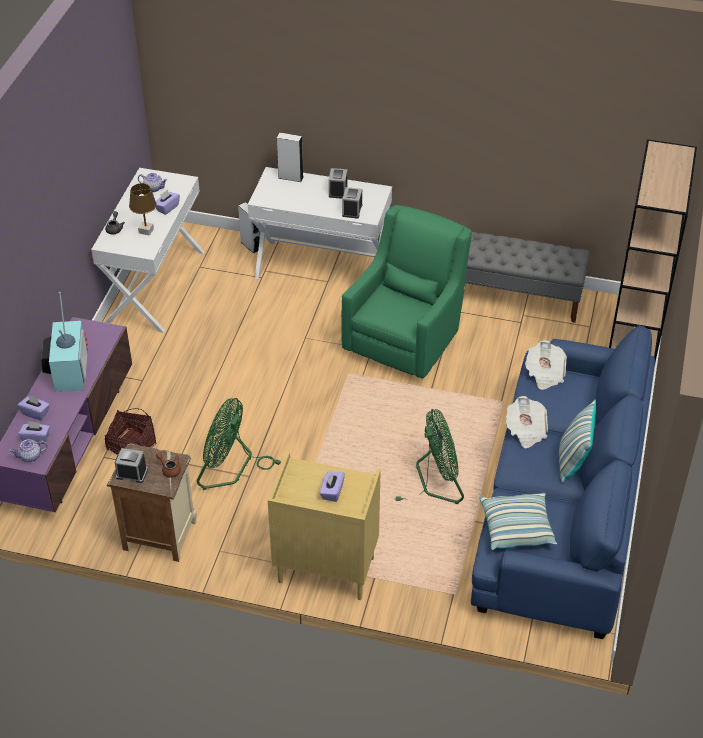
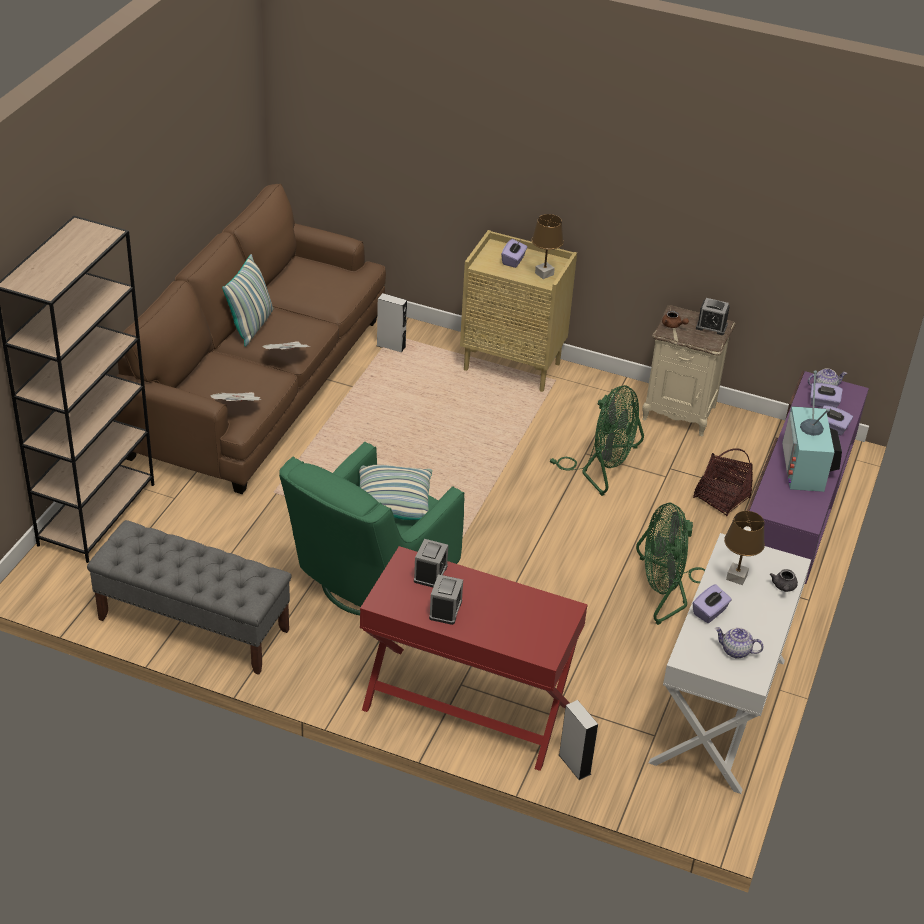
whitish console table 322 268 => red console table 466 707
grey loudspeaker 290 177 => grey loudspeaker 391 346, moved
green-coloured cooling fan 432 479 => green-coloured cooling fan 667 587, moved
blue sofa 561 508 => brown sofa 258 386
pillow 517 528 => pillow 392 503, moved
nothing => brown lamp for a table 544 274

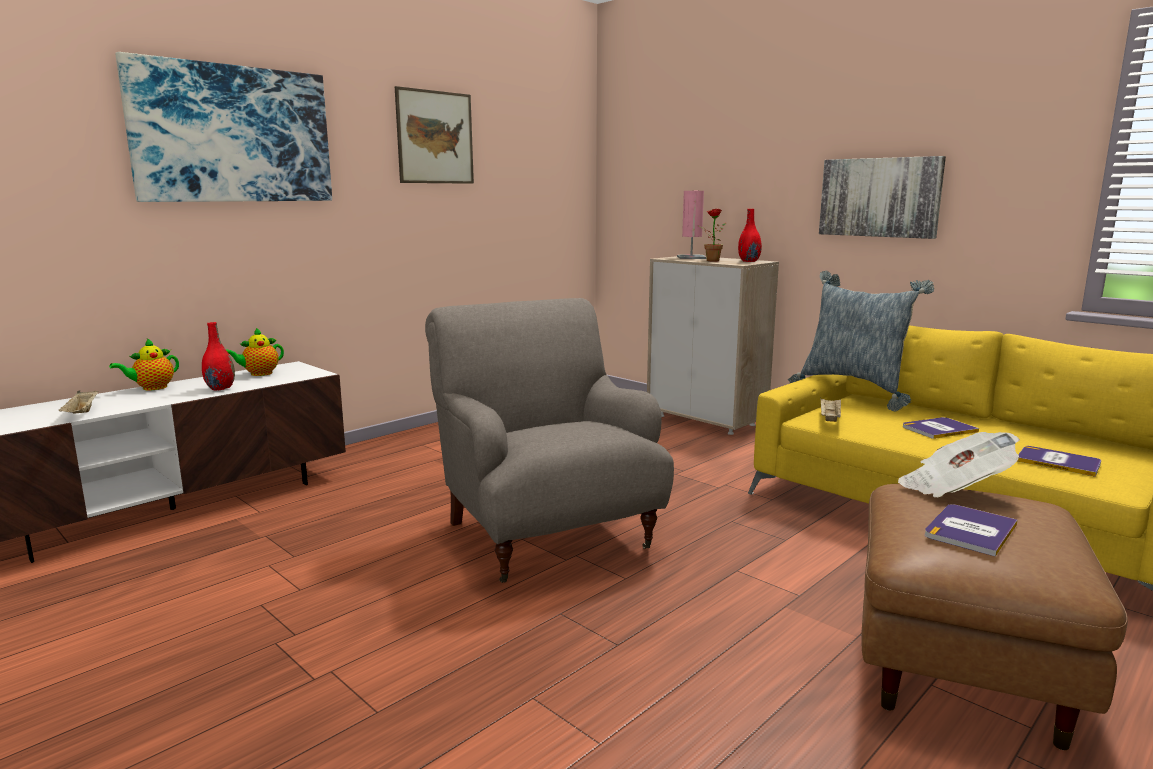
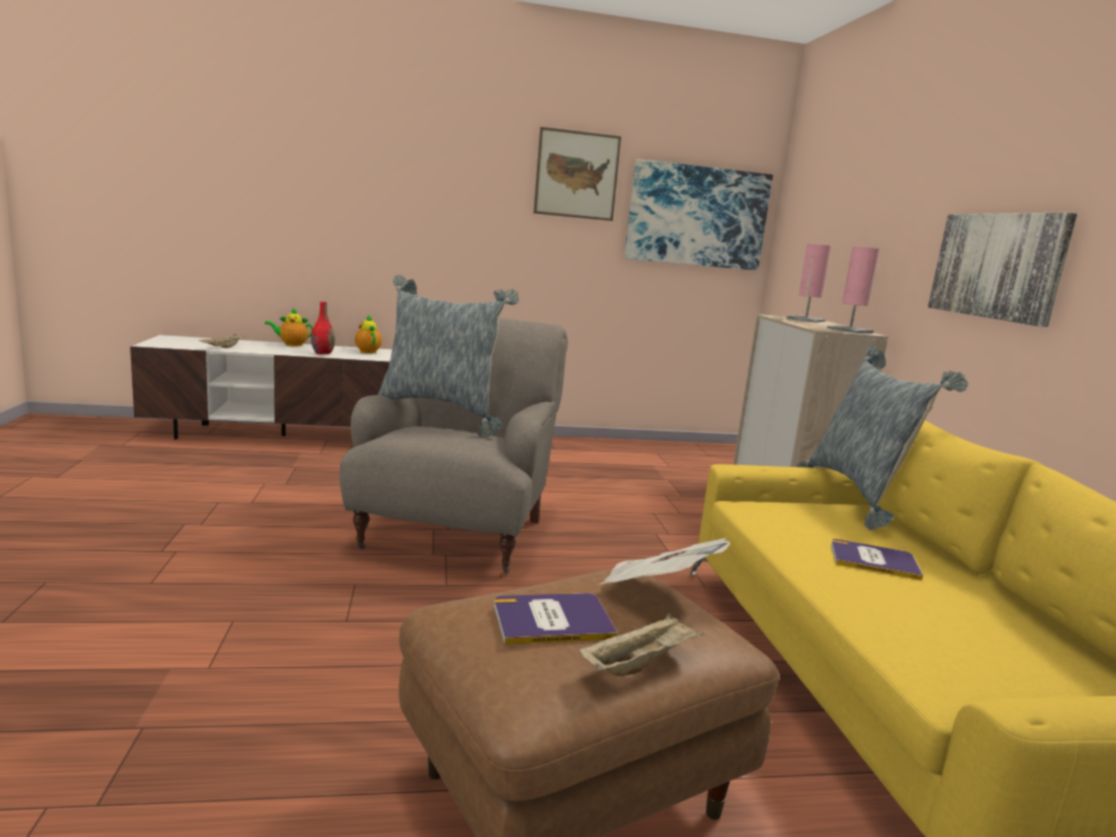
picture 233 134 => picture 697 216, moved
pot for tea 258 374 => pot for tea 367 351, 60 degrees clockwise
plant in a pot 710 260 => nothing
red decorative vase 749 261 => pinkish lamp for a table 850 330
sand-coloured carrying tray 829 418 => sand-coloured carrying tray 639 663, moved
bound book 1058 462 => nothing
nothing => pillow 439 423

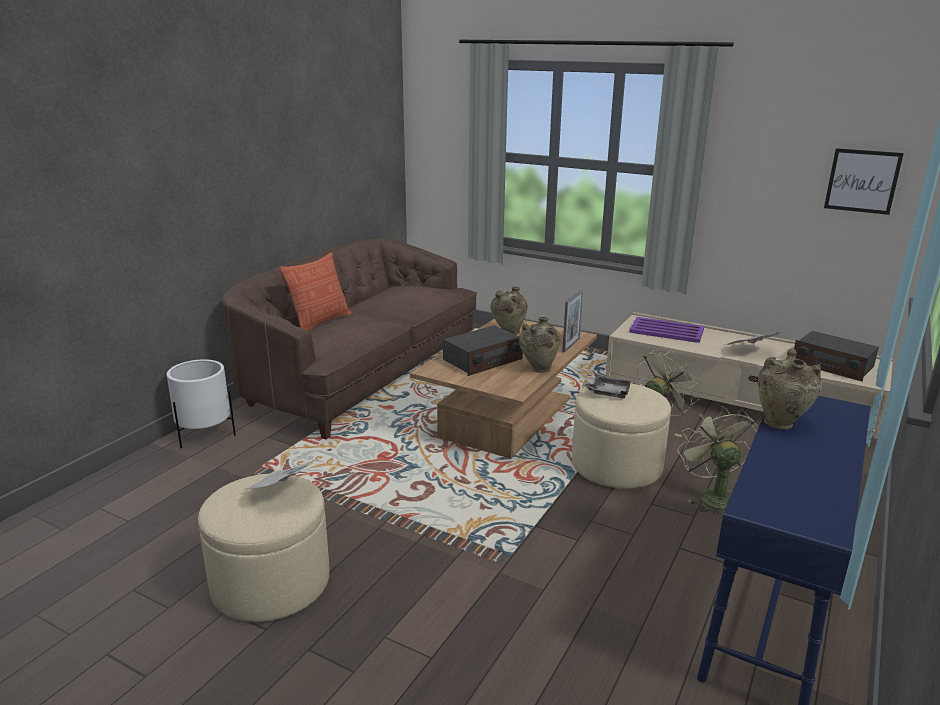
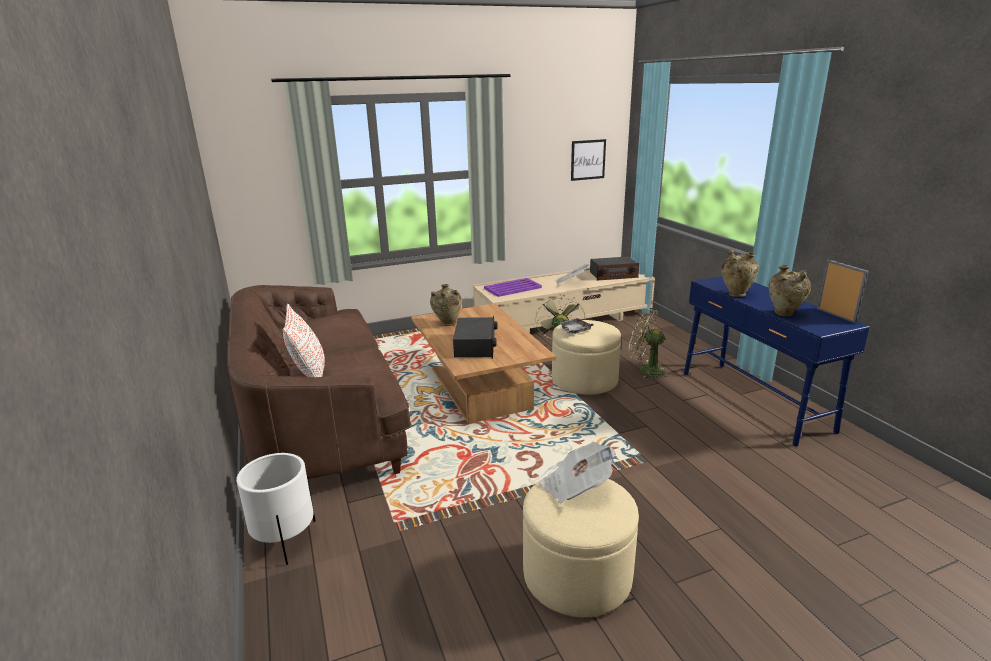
orange-coloured pillow 320 322 => whitish pillow 309 376
sand-coloured decorative vase 538 369 => sand-coloured decorative vase 784 314, moved
standing frame 571 345 => standing frame 836 315, moved

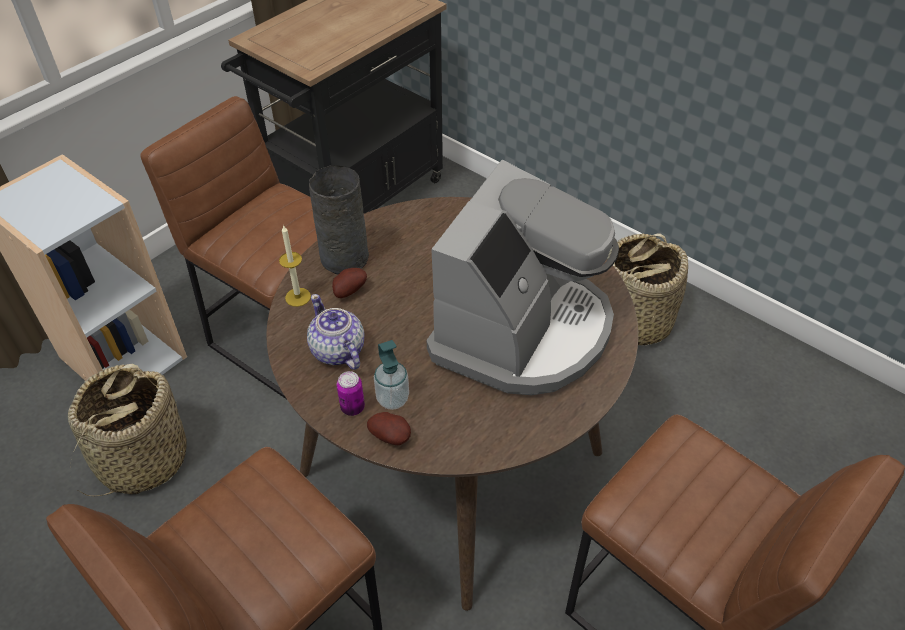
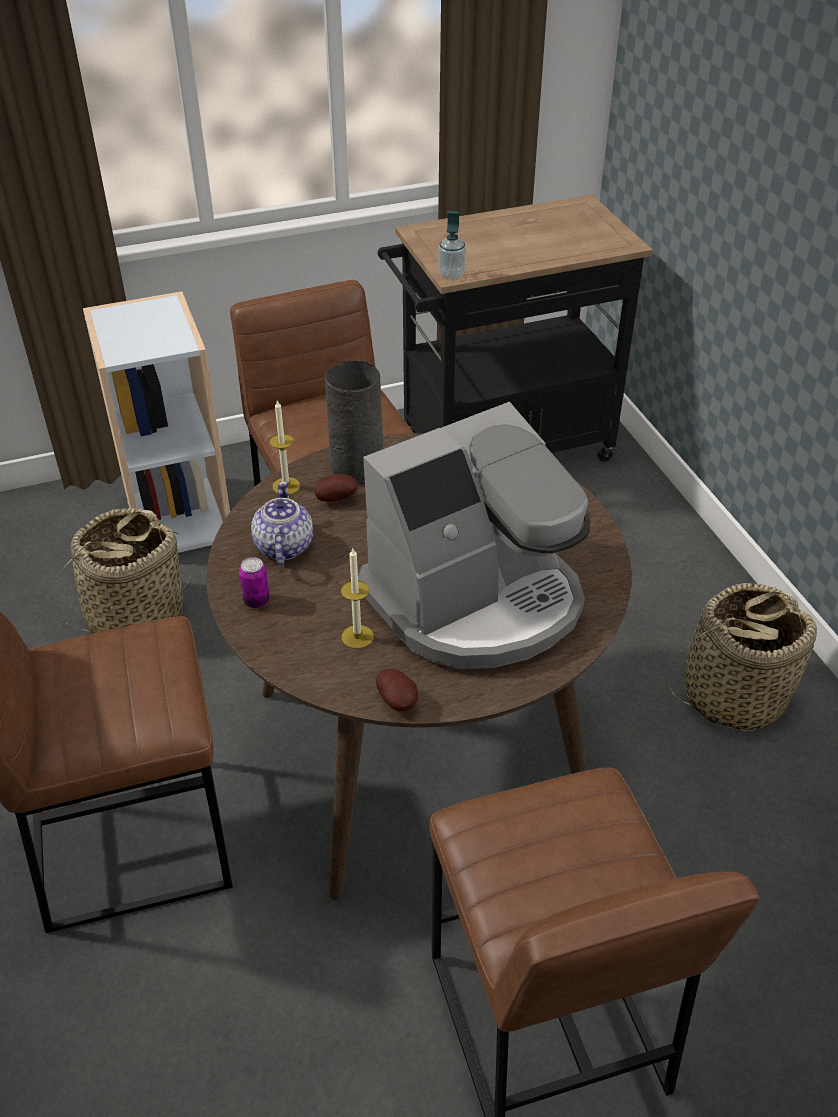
potato 392 436 => potato 399 702, moved
liquid soap bottle 392 399 => liquid soap bottle 451 274, moved
nothing => wax light 357 637

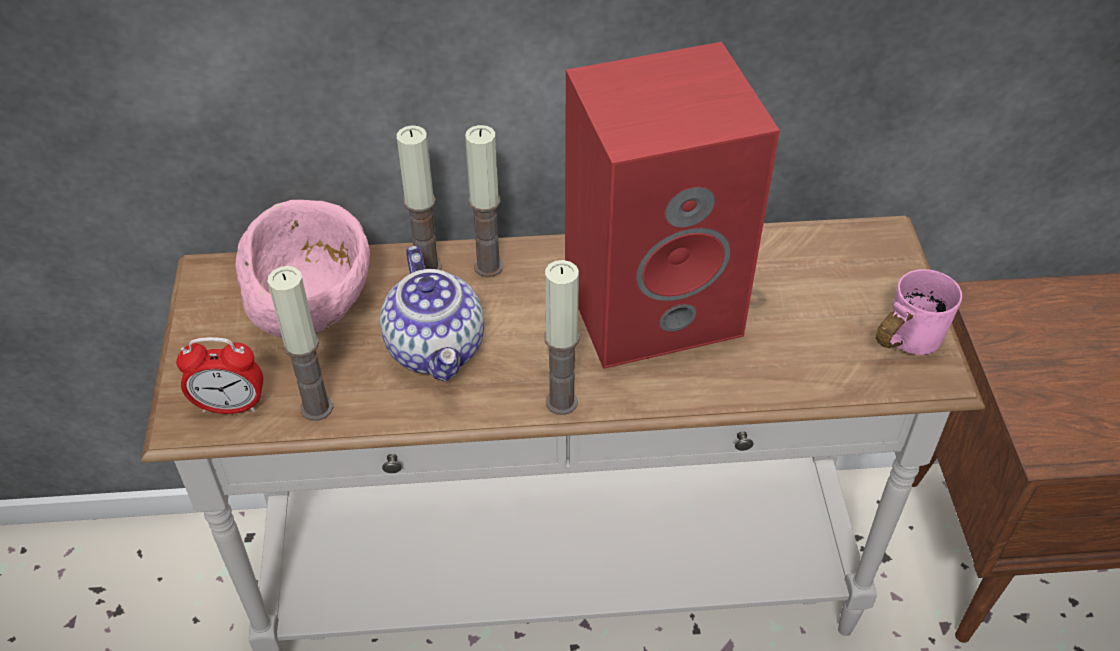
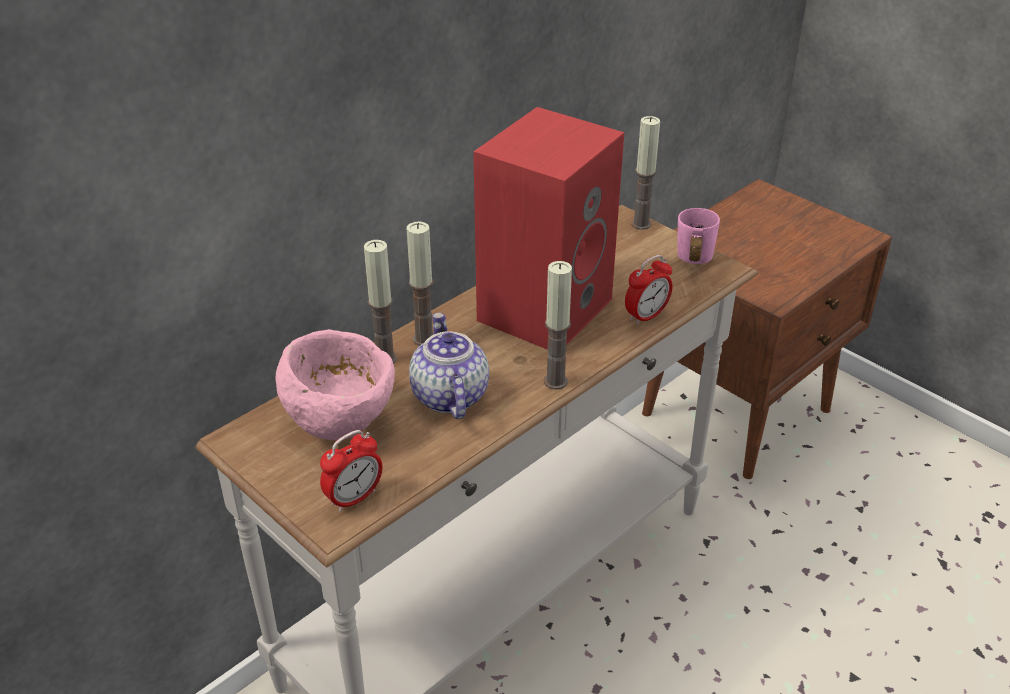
wax light 317 408 => wax light 641 224, moved
pot for tea 437 348 => pot for tea 448 395, 135 degrees counterclockwise
nothing => table clock 646 316

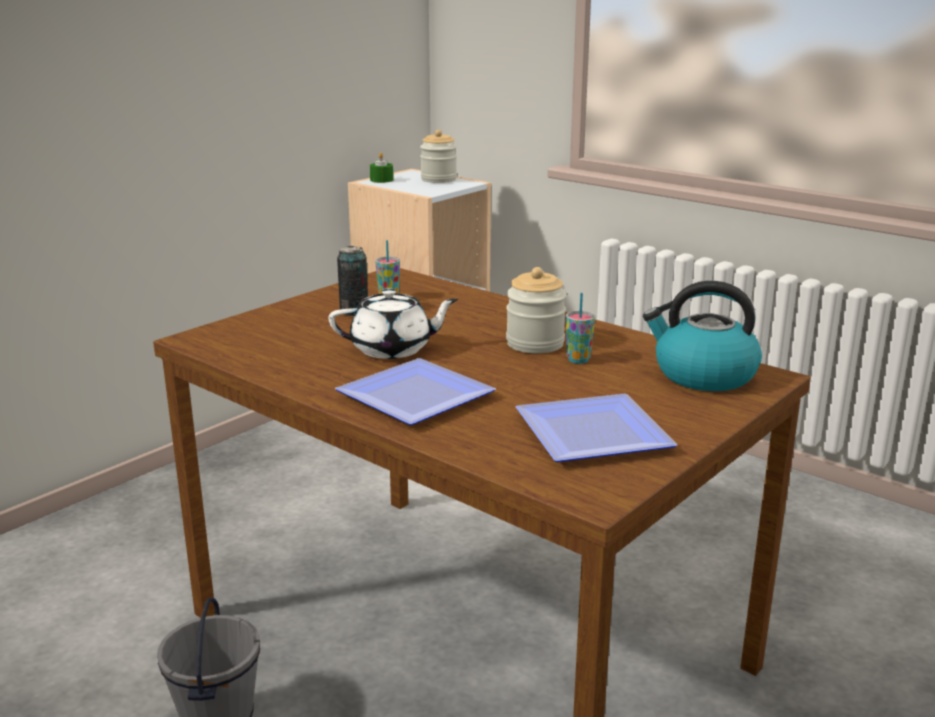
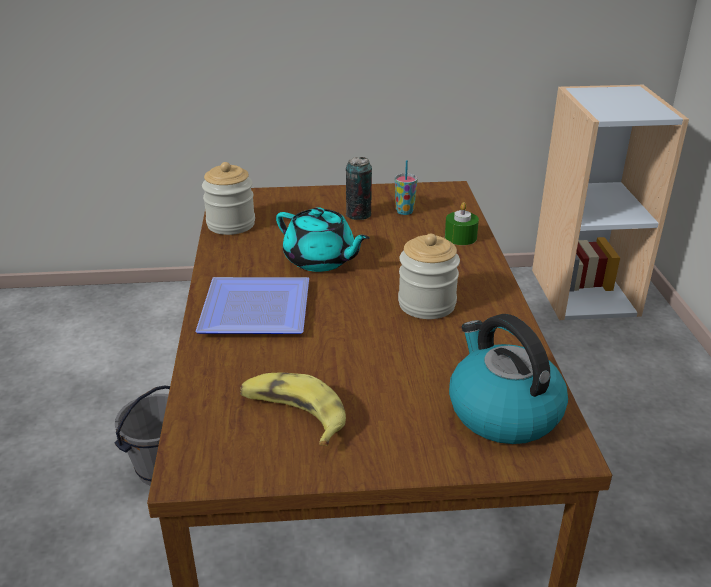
whitish pot for tea 393 349 => turquoise pot for tea 320 260
green-coloured wax light 381 180 => green-coloured wax light 460 237, moved
preserve jar 438 179 => preserve jar 231 224, moved
dinner plate 590 436 => whole banana 293 415
cup 578 360 => nothing

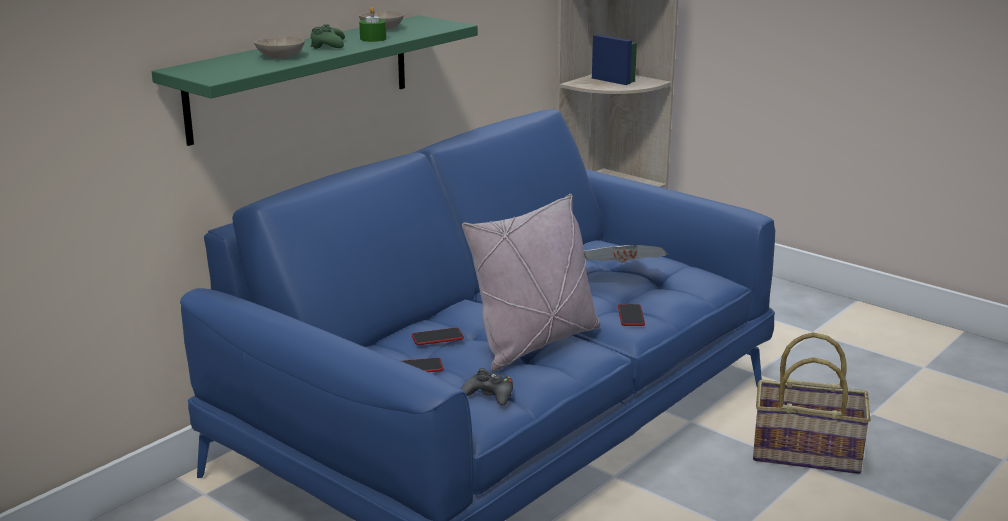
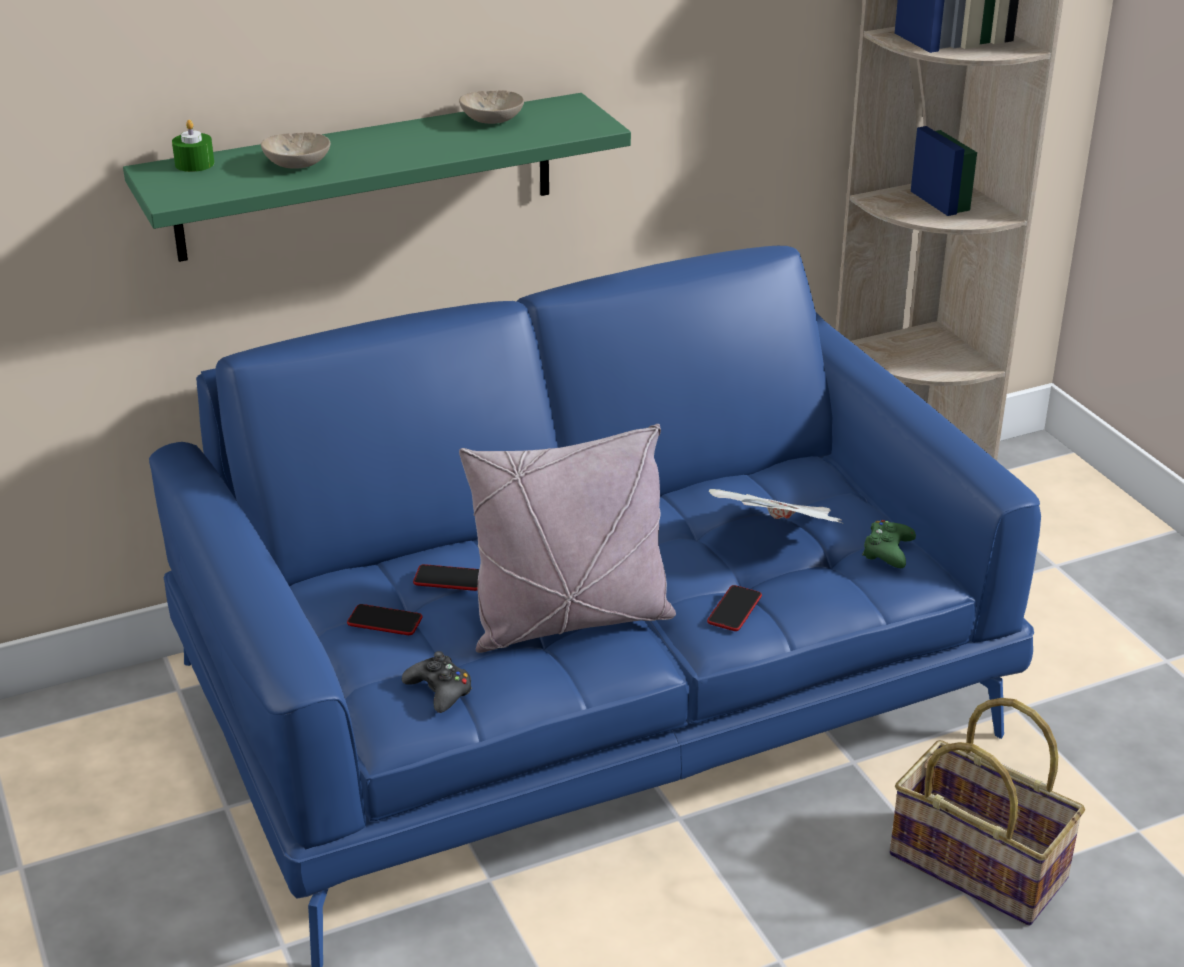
green-coloured gamepad 327 45 => green-coloured gamepad 887 551, moved
green-coloured wax light 373 38 => green-coloured wax light 194 164, moved

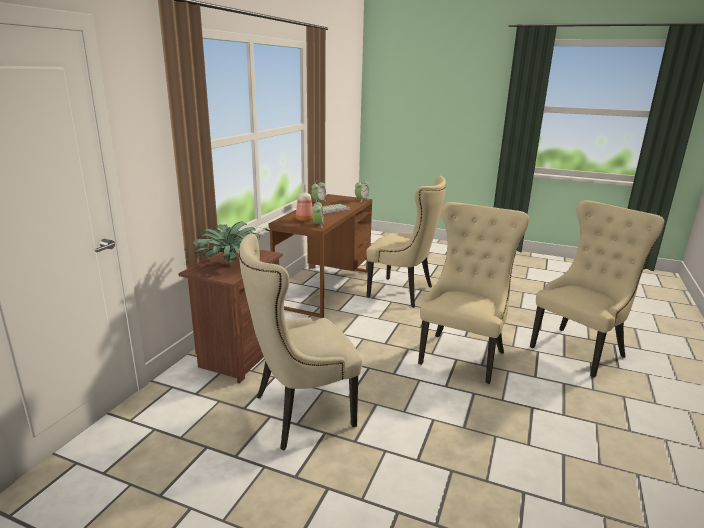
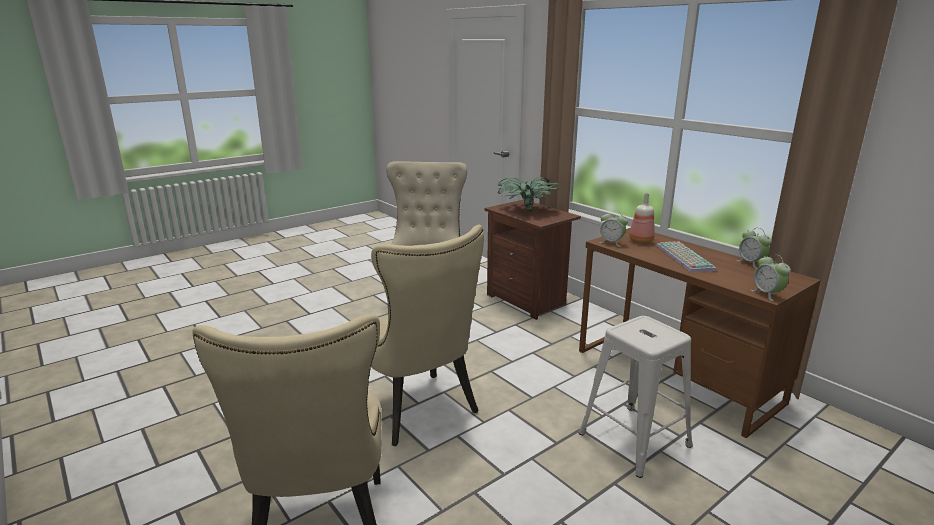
sand-coloured plain chair 402 292 => whitish stool seat 634 439

